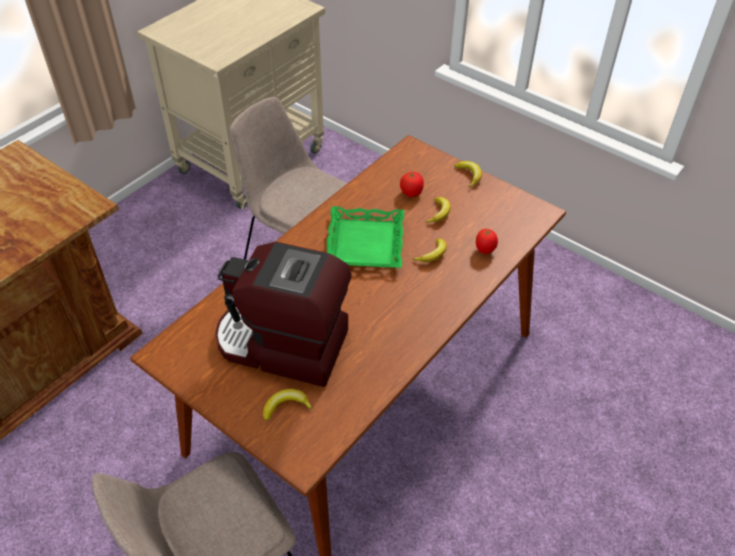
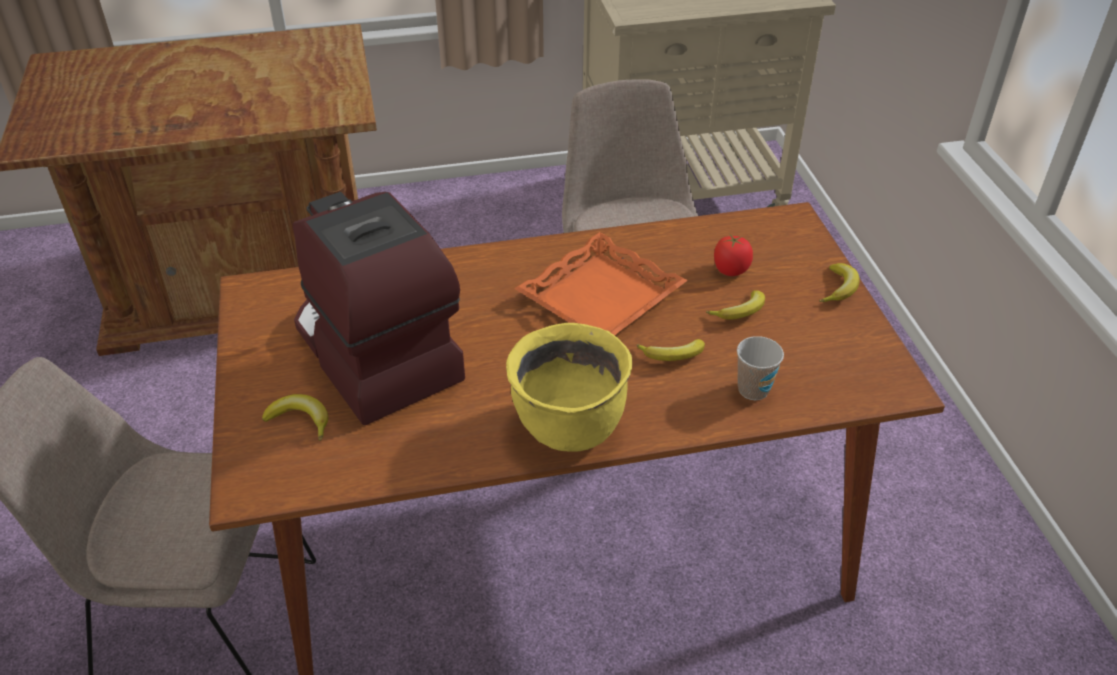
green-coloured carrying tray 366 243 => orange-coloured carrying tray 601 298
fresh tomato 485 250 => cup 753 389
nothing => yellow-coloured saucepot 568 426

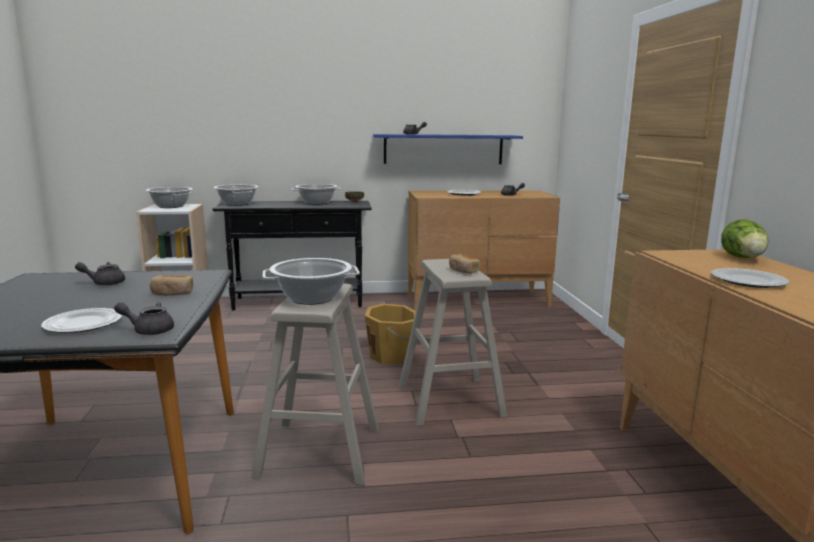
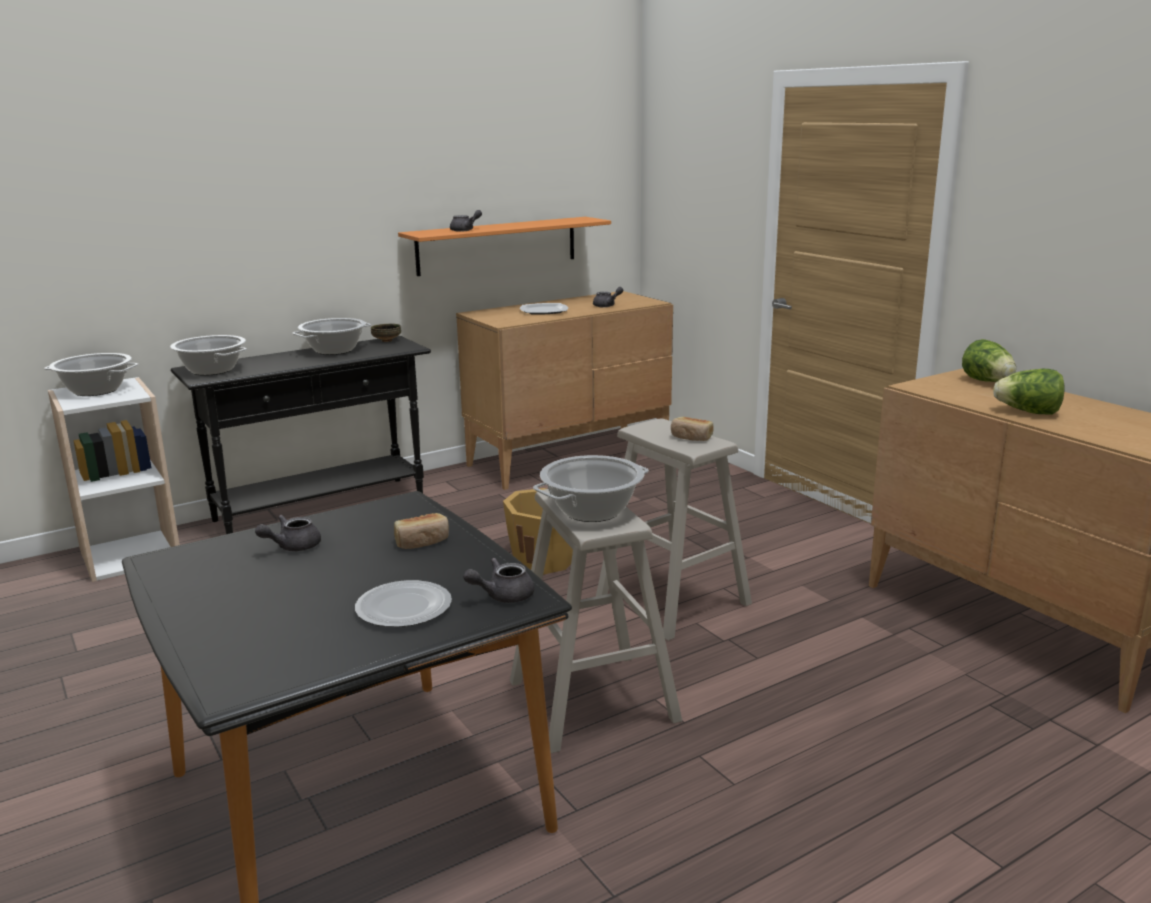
blue bracket shelf 443 149 => orange-coloured bracket shelf 497 245
dinner plate 748 281 => lettuce head 1028 412

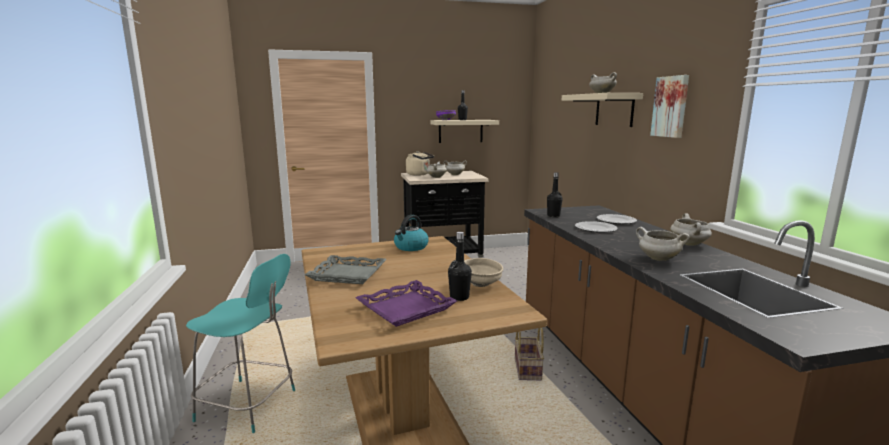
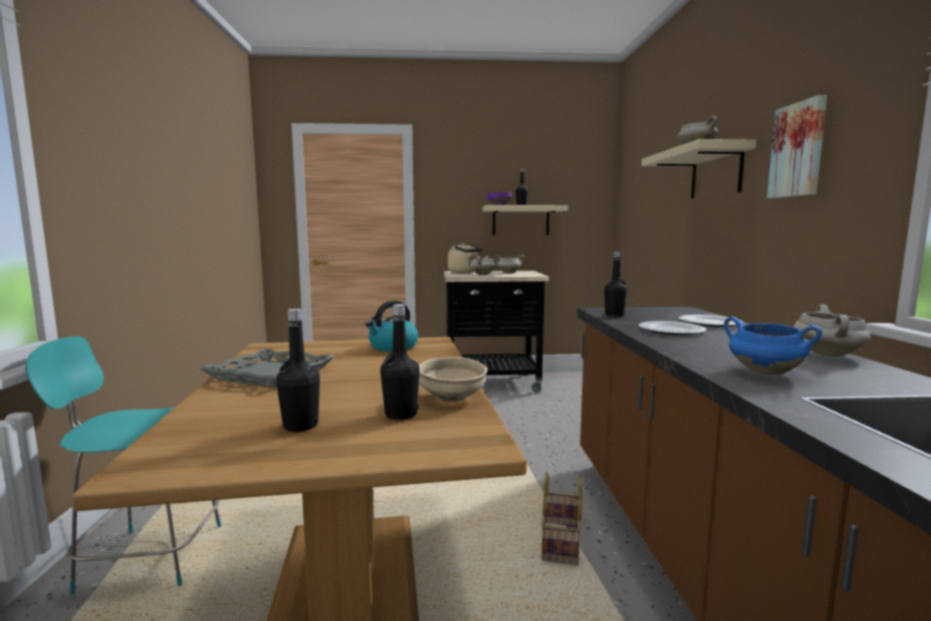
turquoise plain chair 249 406 => turquoise plain chair 148 557, 150 degrees clockwise
purple-coloured carrying tray 406 309 => blackish beverage bottle 300 426
whitish saucepot 658 259 => blue saucepot 764 372

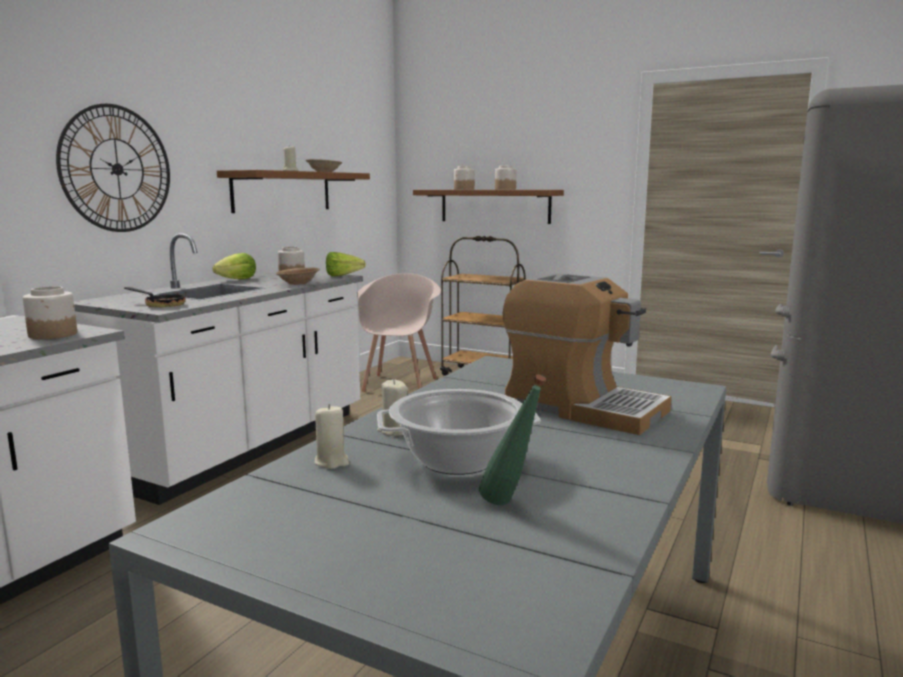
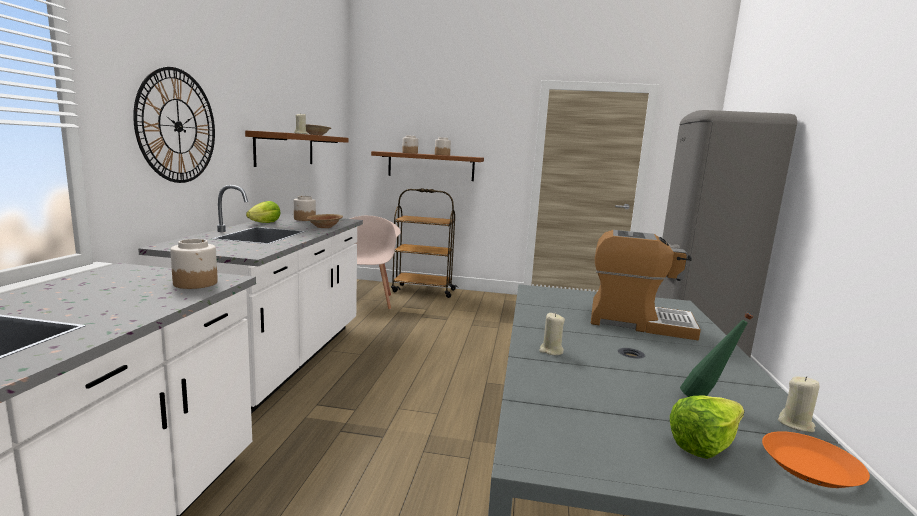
frying pan 161 305 => nothing
sand-coloured wax light 332 462 => sand-coloured wax light 796 424, moved
lettuce head 346 276 => lettuce head 710 445, moved
saucepot 458 460 => nothing
nothing => orange-coloured dinner plate 810 466

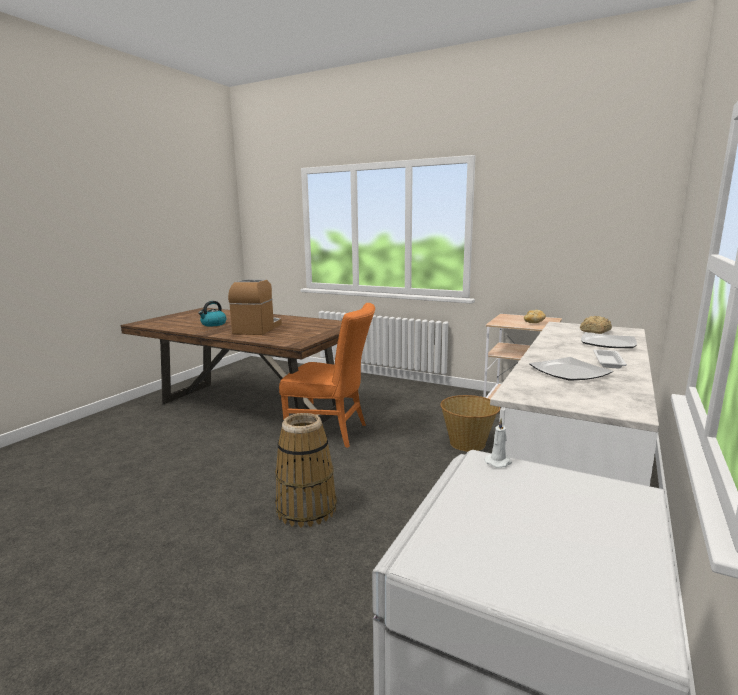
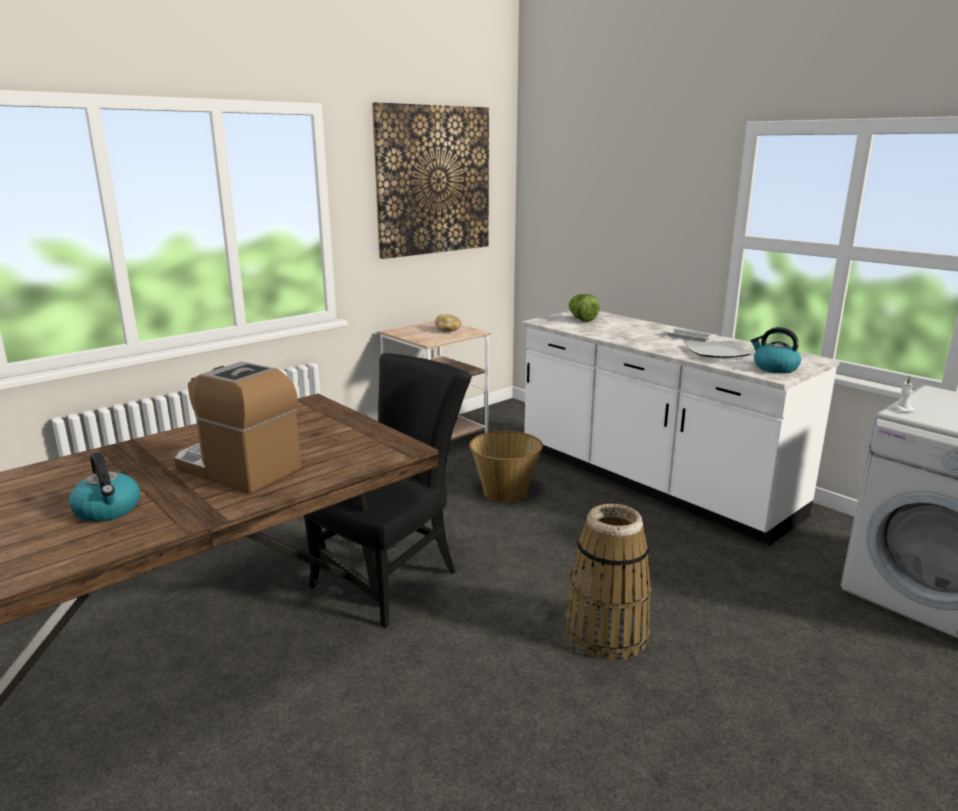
orange-coloured plain chair 331 432 => blackish plain chair 393 576
bakery bread 594 331 => lettuce head 581 319
dinner plate 607 343 => nothing
nothing => picture 433 180
nothing => water kettle 774 368

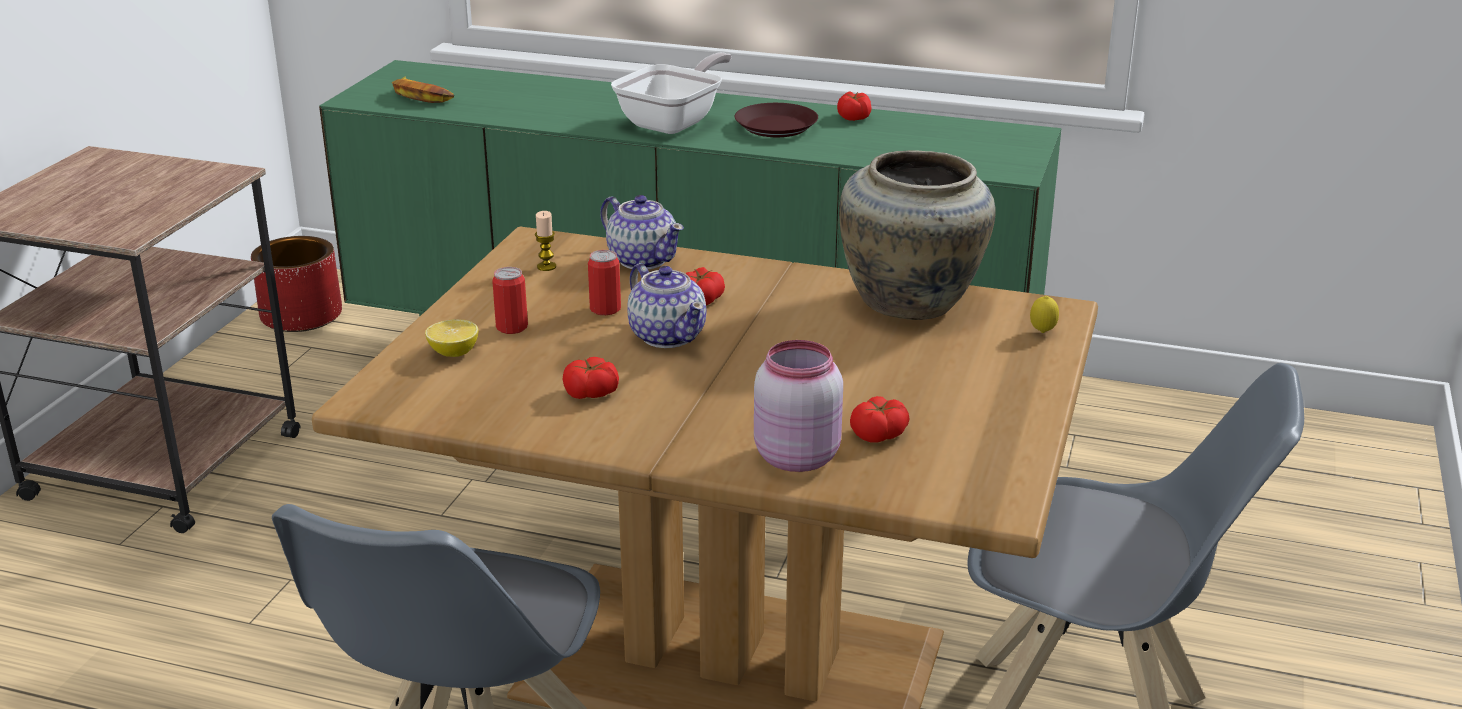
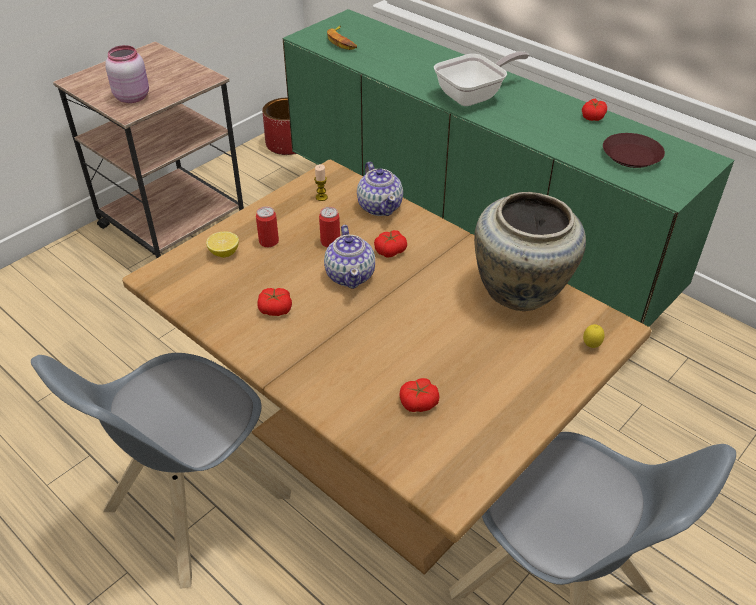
brown dinner plate 777 127 => brown dinner plate 632 156, moved
pinkish preserve jar 795 456 => pinkish preserve jar 132 97, moved

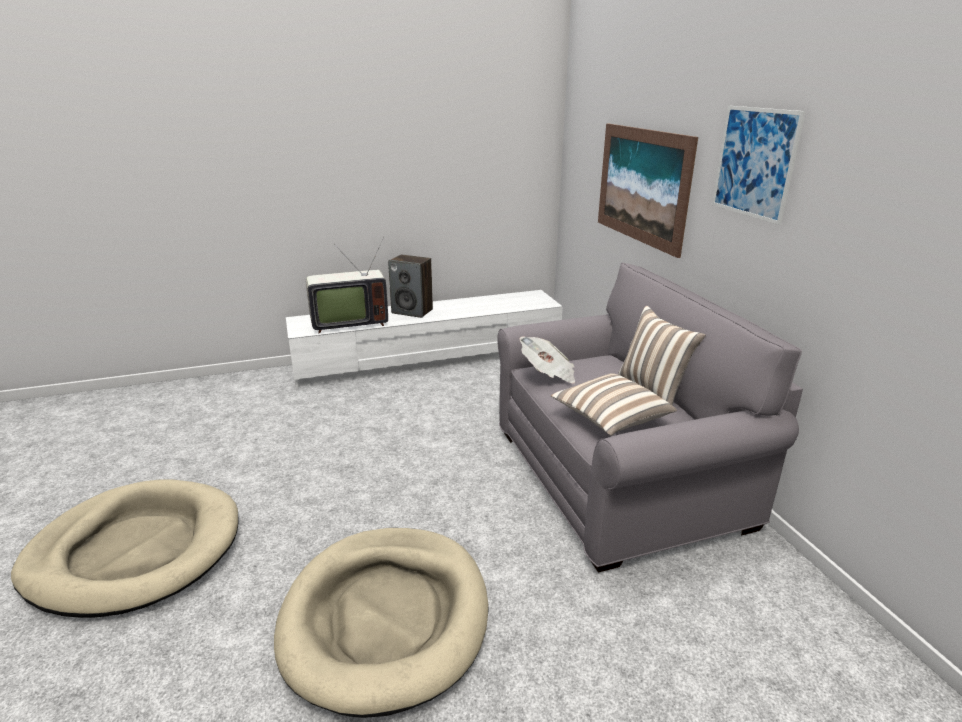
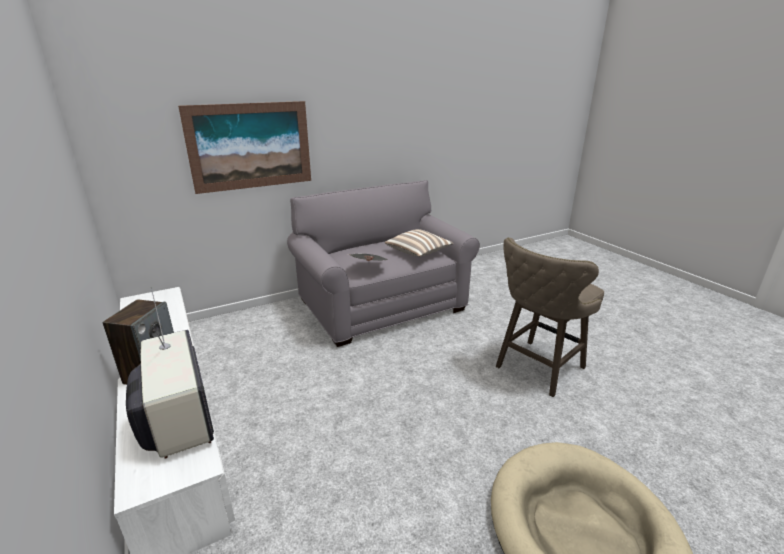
sand-coloured dog cushion 386 618 => sand-coloured stool seat 537 369
pillow 653 391 => nothing
picture 754 163 => nothing

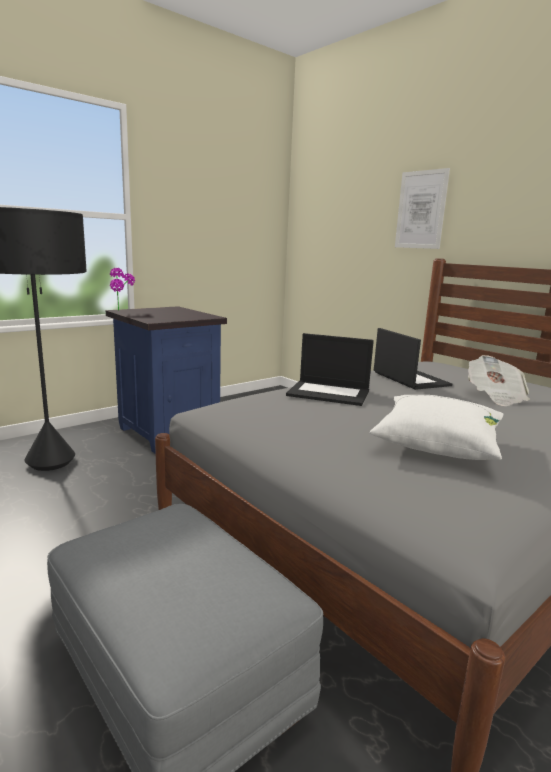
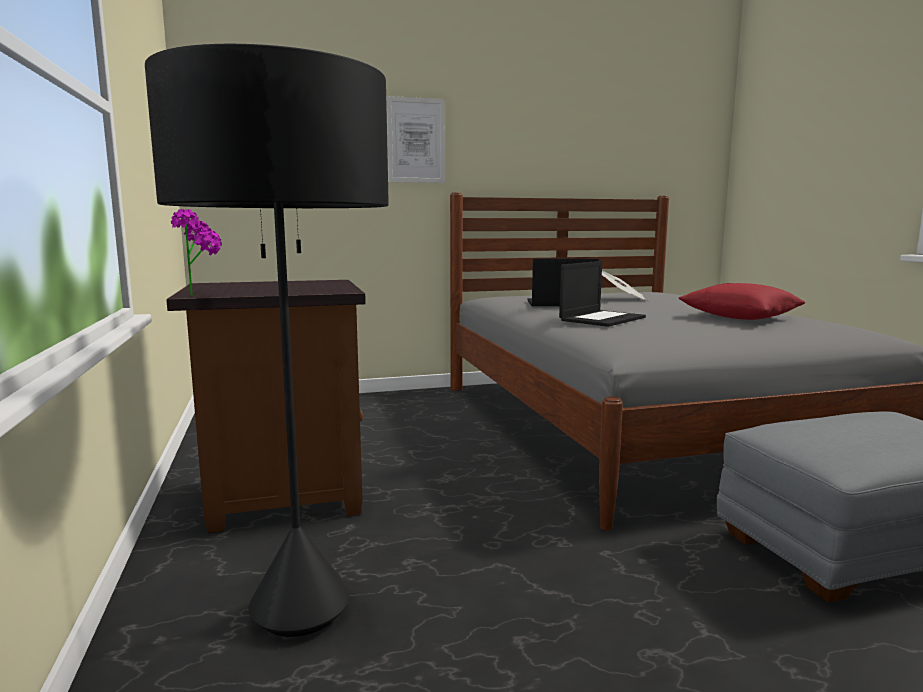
blue cupboard 167 432 => brown cupboard 281 496
whitish pillow 436 444 => red pillow 739 318

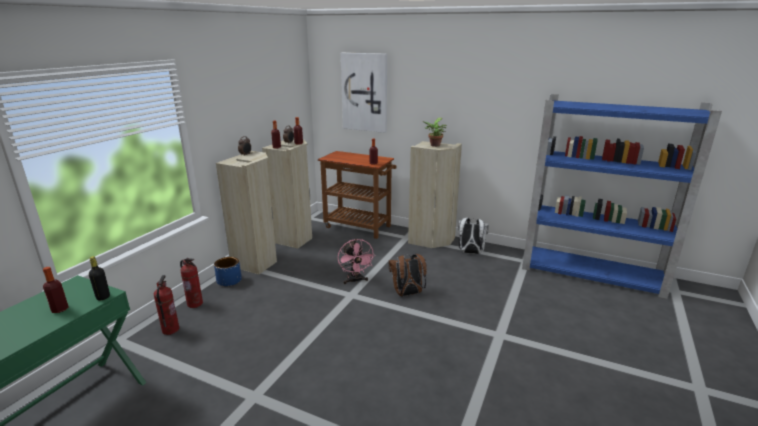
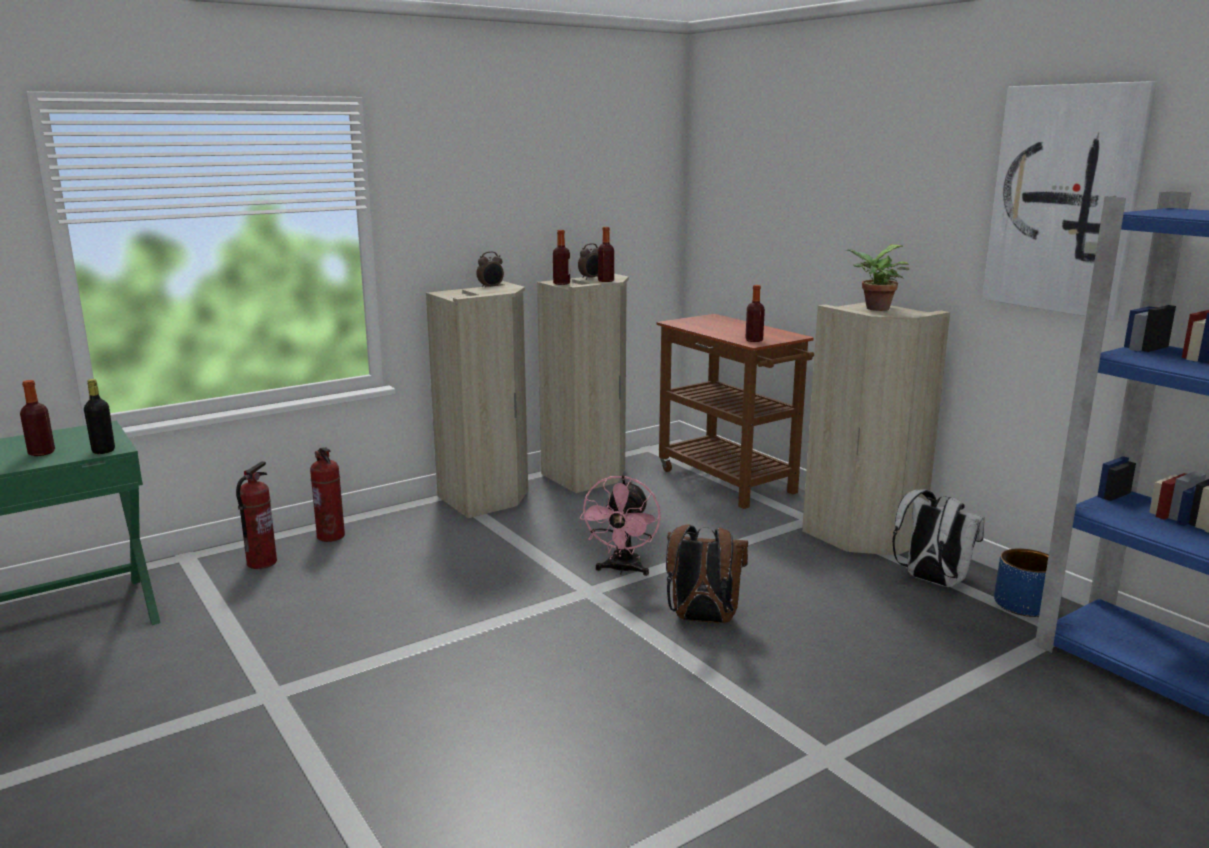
blue planter 229 280 => blue planter 1024 605, moved
picture 364 92 => picture 1064 200, moved

